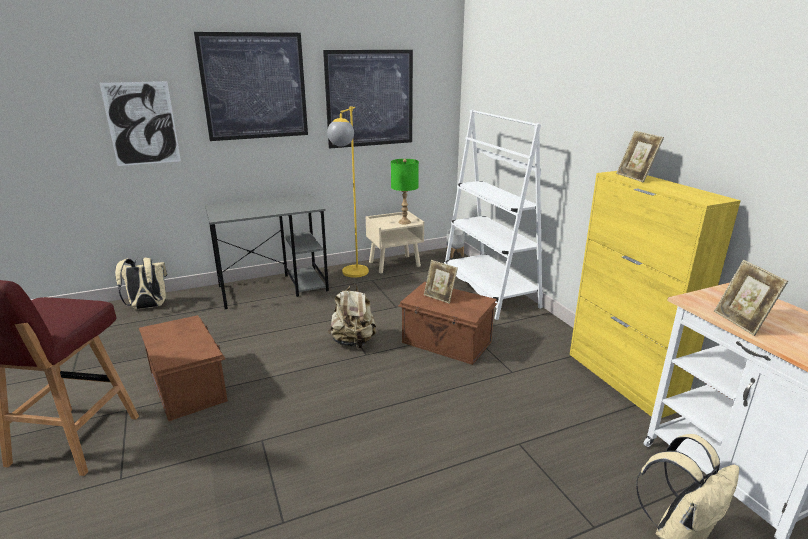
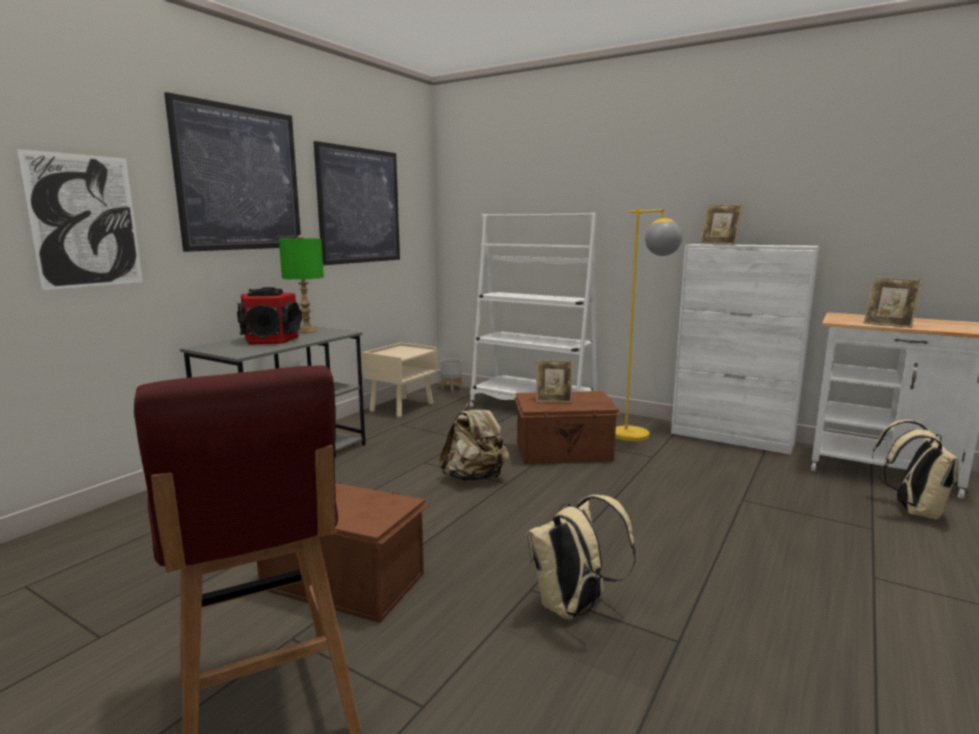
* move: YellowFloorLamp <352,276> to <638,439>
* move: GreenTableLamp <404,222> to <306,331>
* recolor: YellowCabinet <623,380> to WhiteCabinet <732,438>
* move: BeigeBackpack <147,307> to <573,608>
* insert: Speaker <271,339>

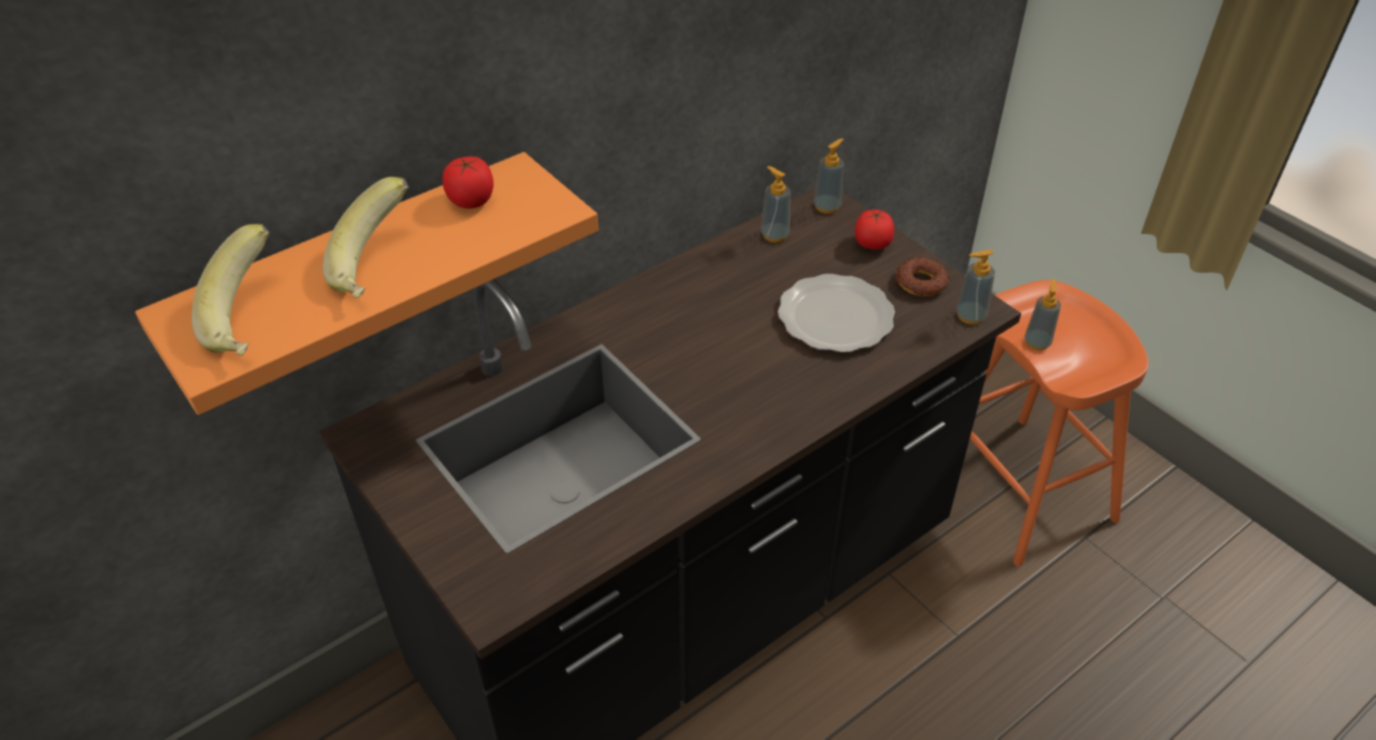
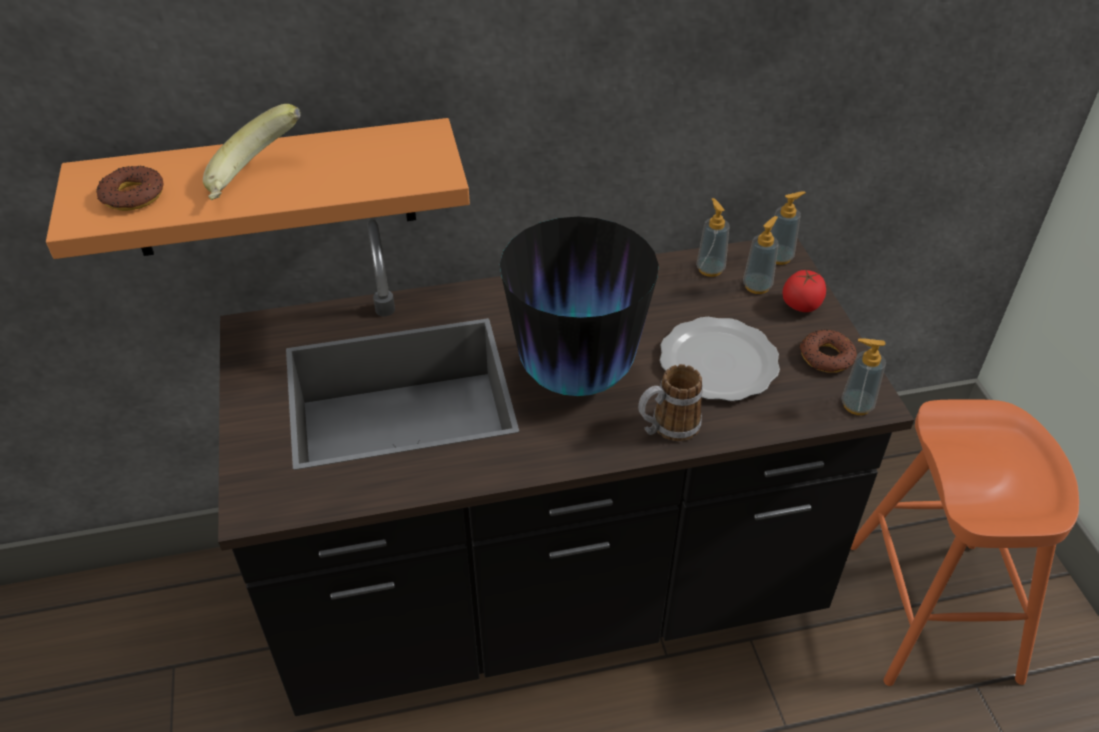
* delete: Tomato <471,200>
* replace: Banana <251,321> to Donut <133,196>
* move: SoapDispenser <1037,342> to <757,286>
* insert: Vase <575,375>
* insert: Mug <667,428>

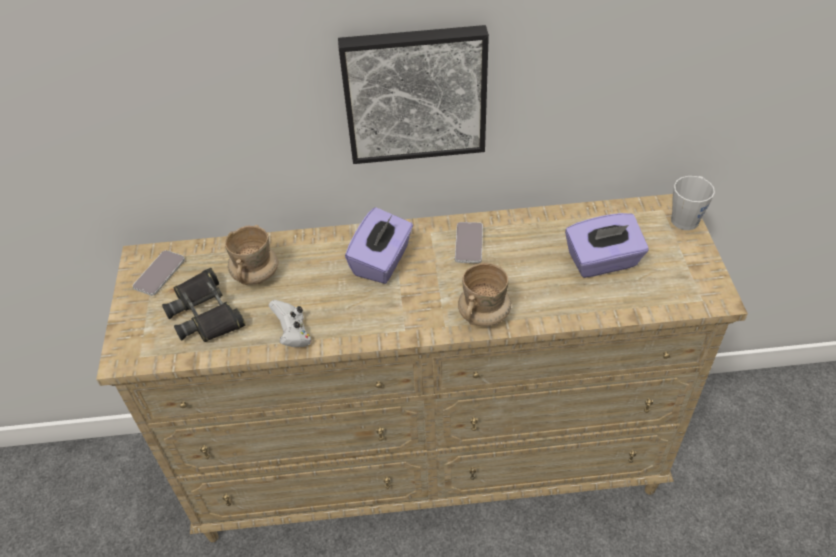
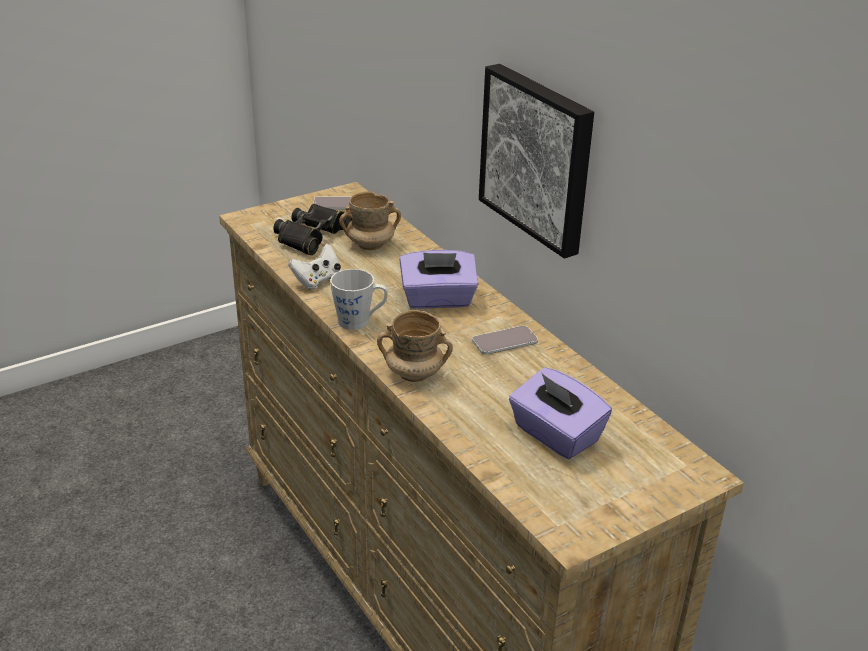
* move: GreyMug <686,217> to <360,321>

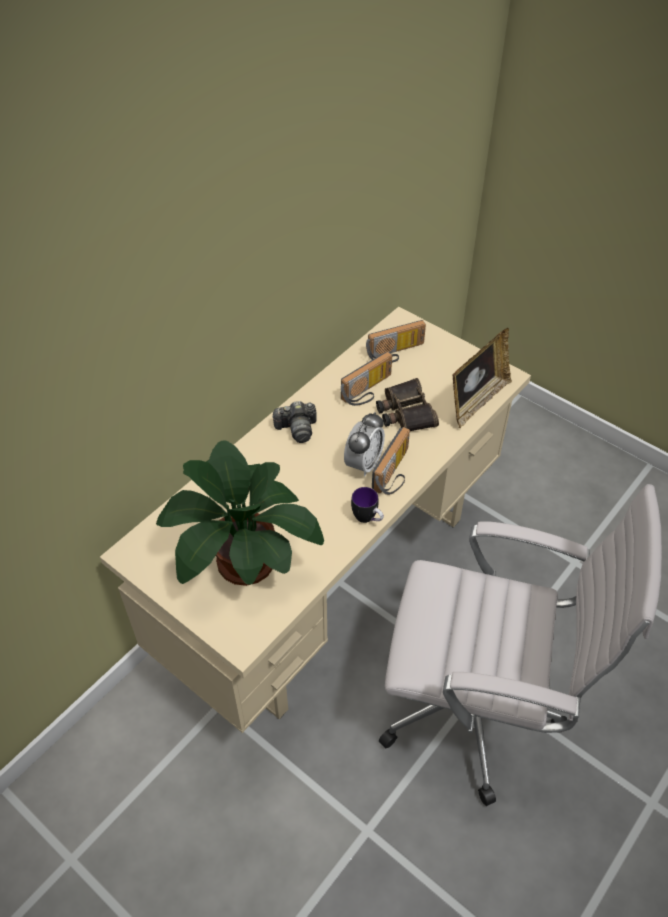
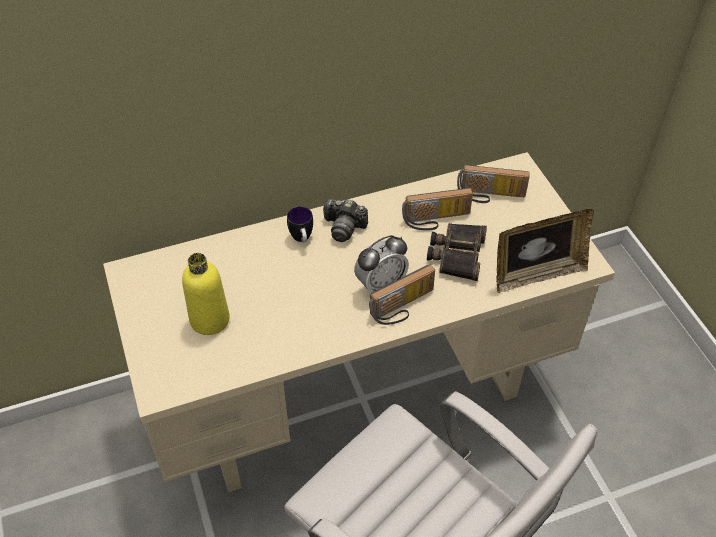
* replace: PottedPlant <240,559> to YellowBottle <209,319>
* move: Mug <368,519> to <302,239>

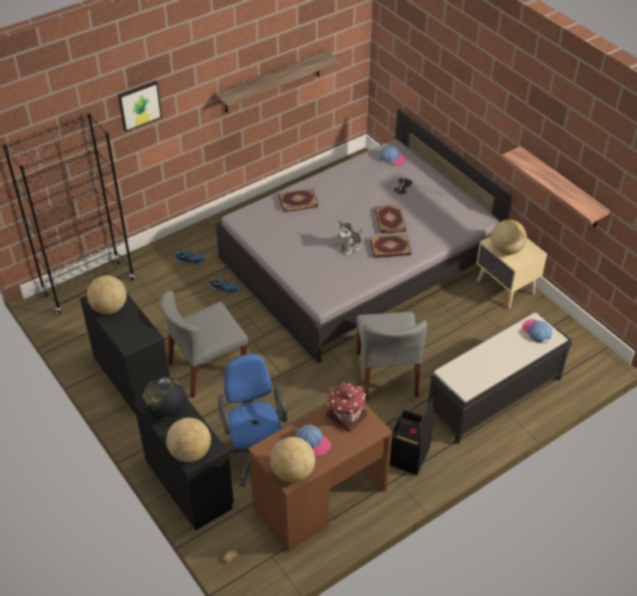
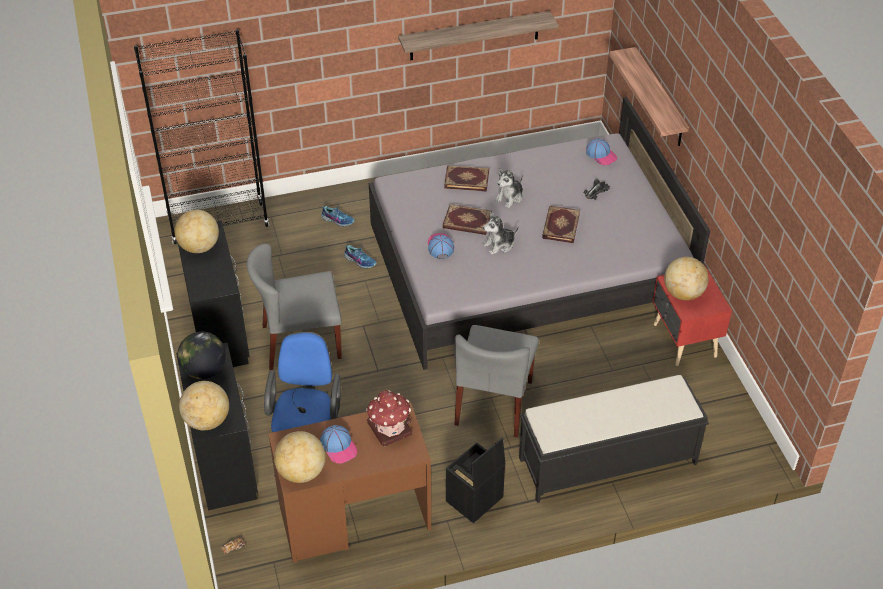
* delete: Picture <139,105>
* move: Shelf <561,188> to <659,98>
* move: Book <390,248> to <467,222>
* recolor: BeigeNightstand <505,289> to RedNightstand <683,341>
* move: Cap <536,331> to <440,246>
* insert: PlushToy <510,197>

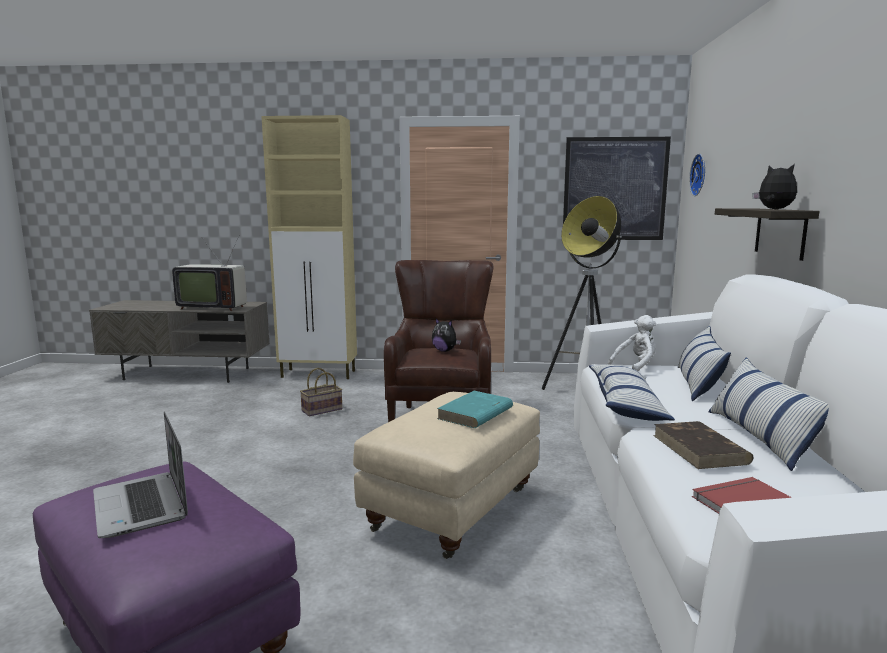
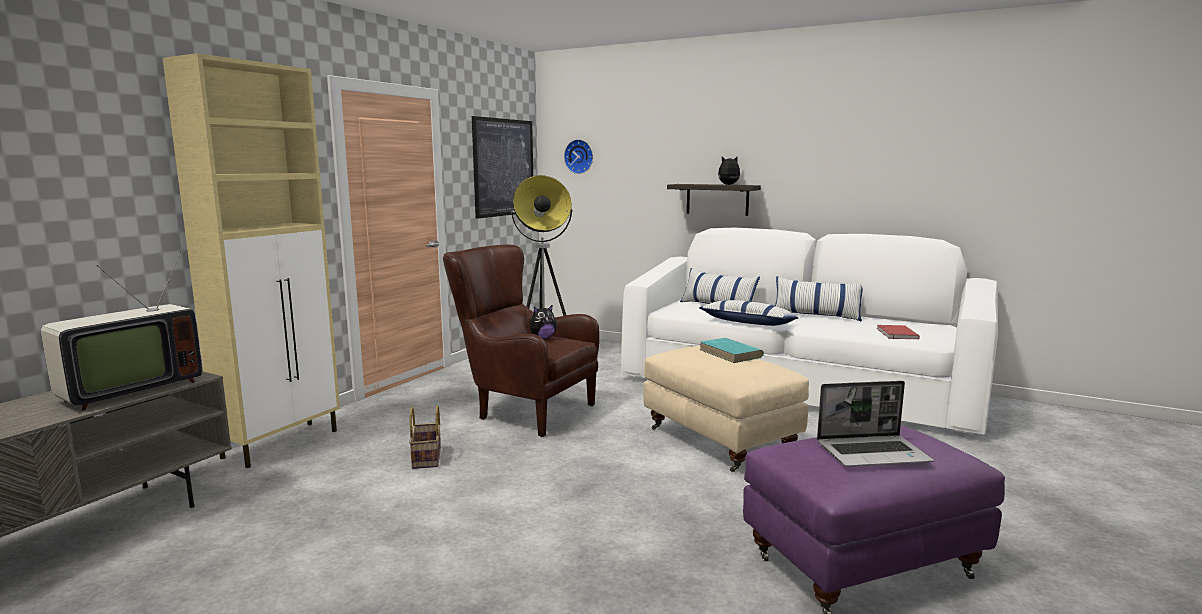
* delete: WhitePlushToy <635,366>
* delete: BrownBook <700,449>

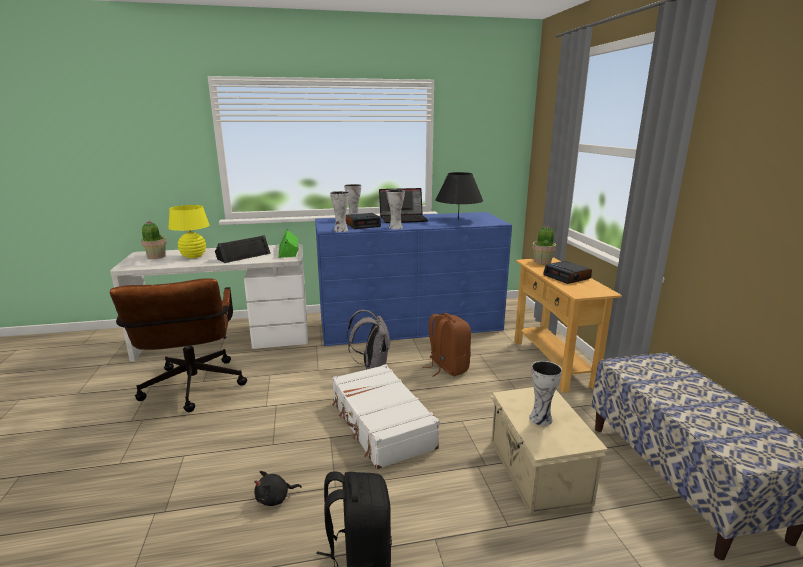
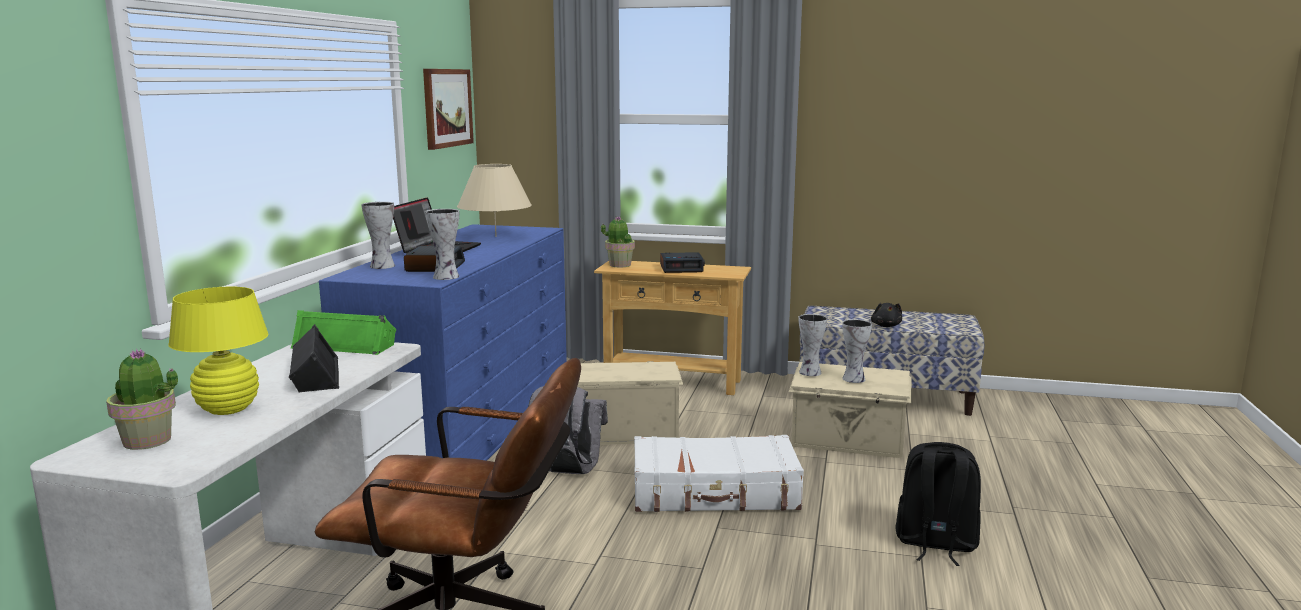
* recolor: BlackTableLamp <458,220> to BeigeTableLamp <496,236>
* move: Vase <395,227> to <809,372>
* replace: BrownBackpack <447,368> to BeigeStorageBox <623,431>
* move: BlackPlushToy <275,498> to <886,326>
* insert: Picture <447,108>

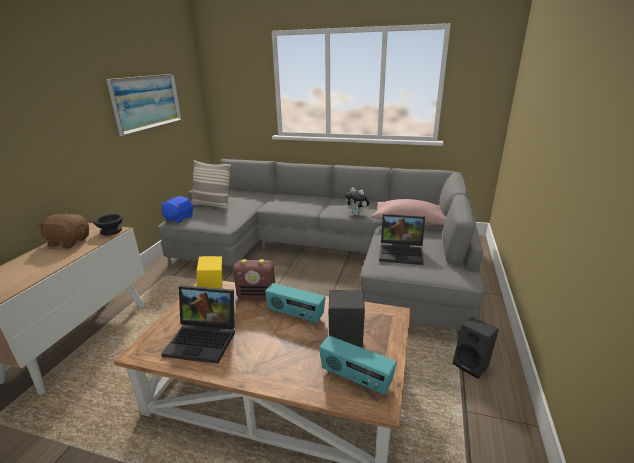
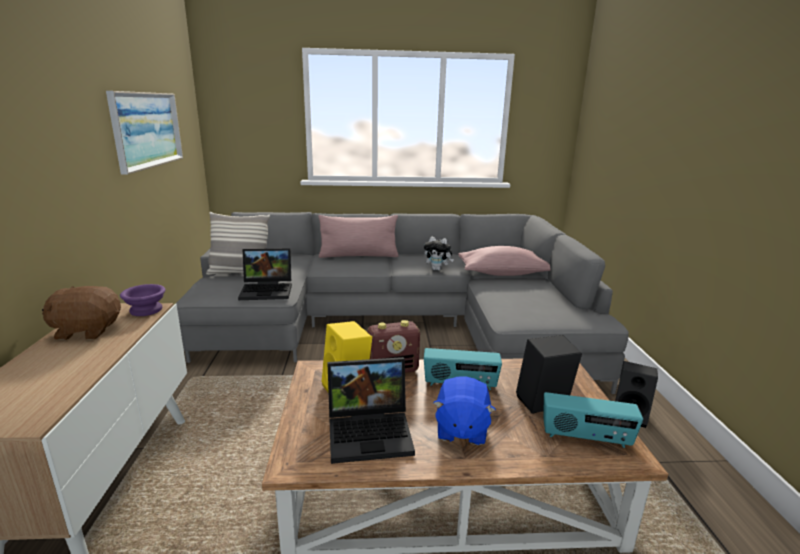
* move: BluePlushToy <178,218> to <461,429>
* recolor: BlackBowl <110,231> to PurpleBowl <144,310>
* move: Laptop <402,253> to <268,290>
* insert: PinkPillow <358,256>

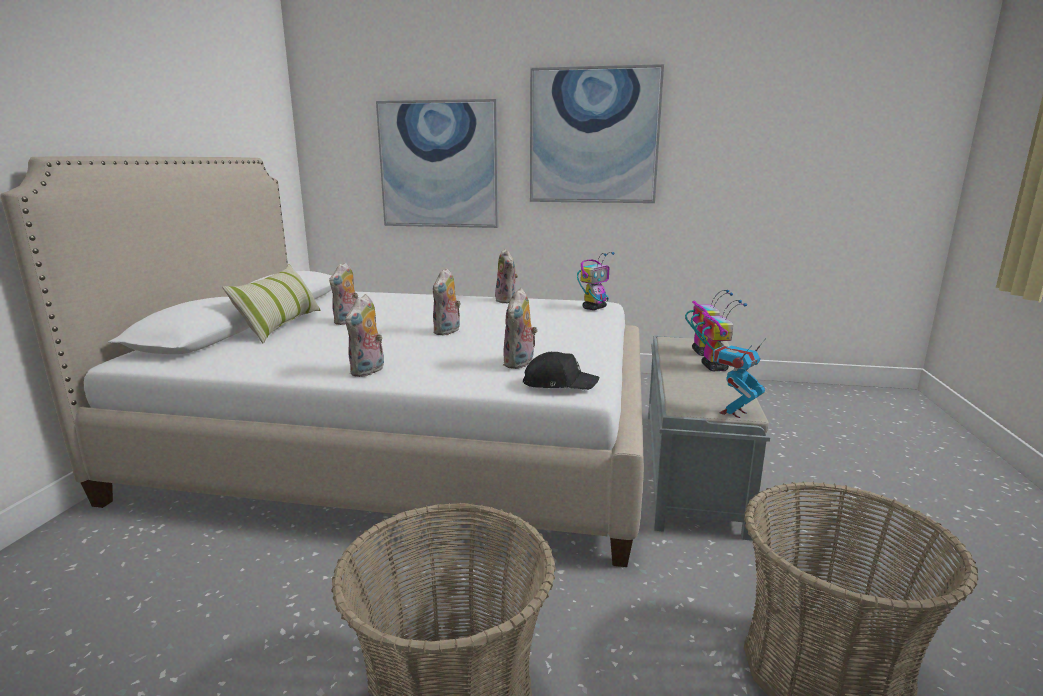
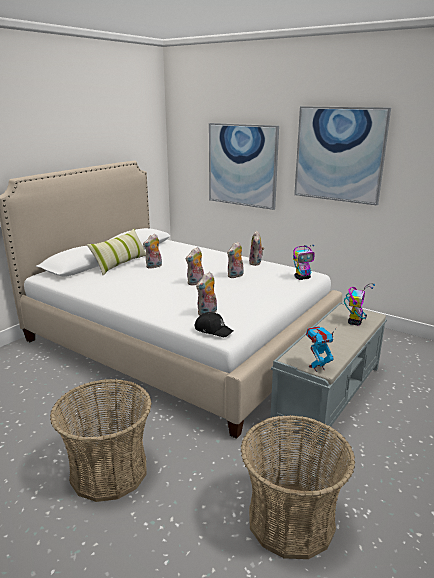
* move: PlushToy <368,371> to <235,276>
* delete: ToyRobot <713,367>

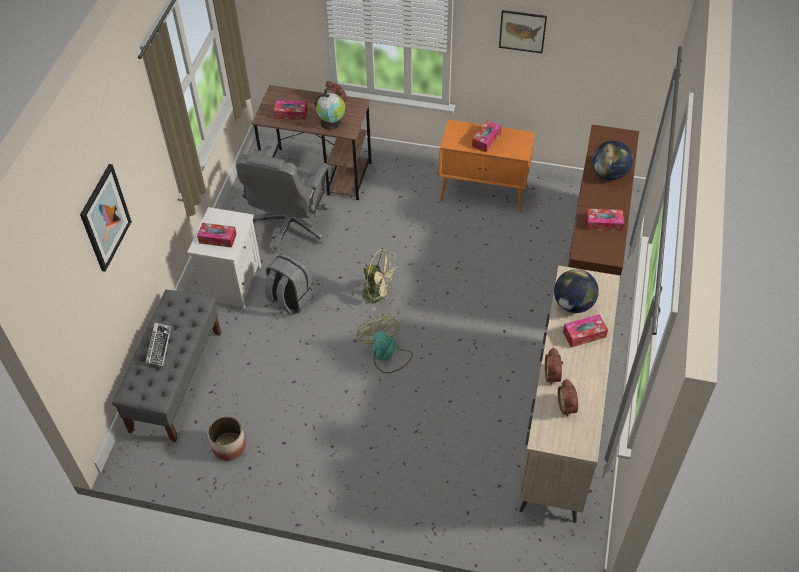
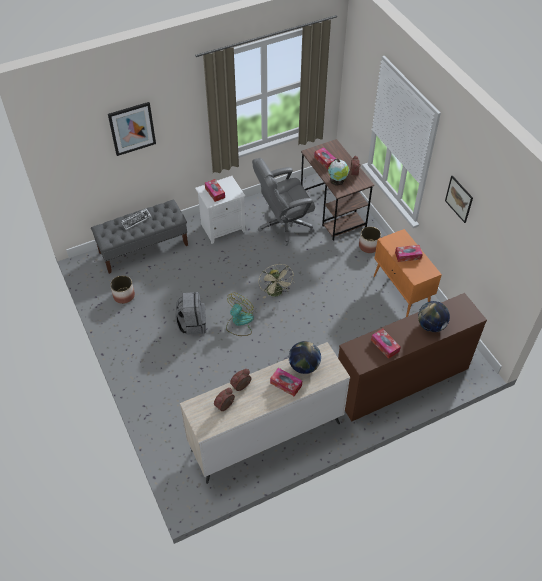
* move: GreyBackpack <290,300> to <192,323>
* insert: Planter <368,246>

